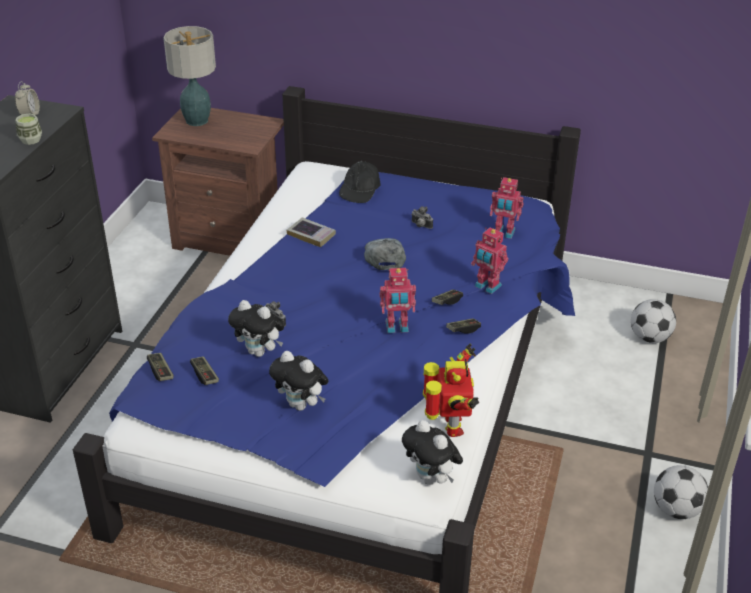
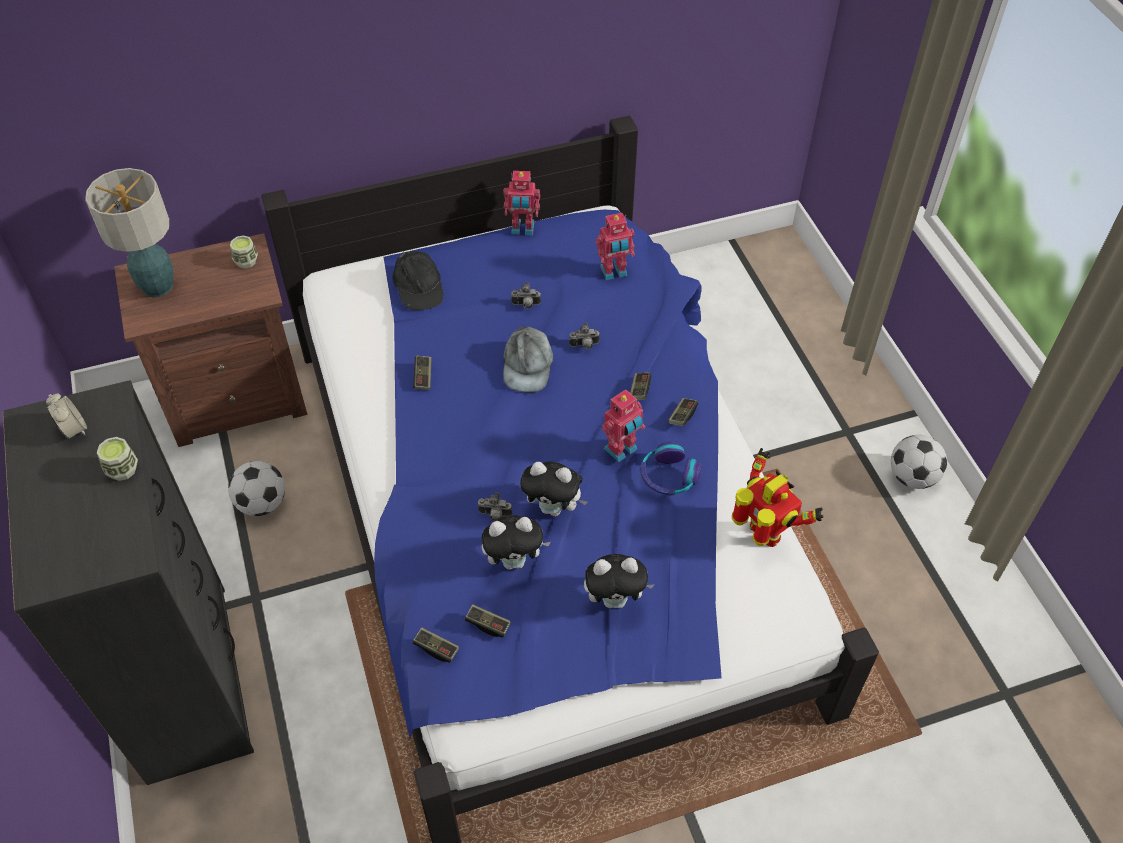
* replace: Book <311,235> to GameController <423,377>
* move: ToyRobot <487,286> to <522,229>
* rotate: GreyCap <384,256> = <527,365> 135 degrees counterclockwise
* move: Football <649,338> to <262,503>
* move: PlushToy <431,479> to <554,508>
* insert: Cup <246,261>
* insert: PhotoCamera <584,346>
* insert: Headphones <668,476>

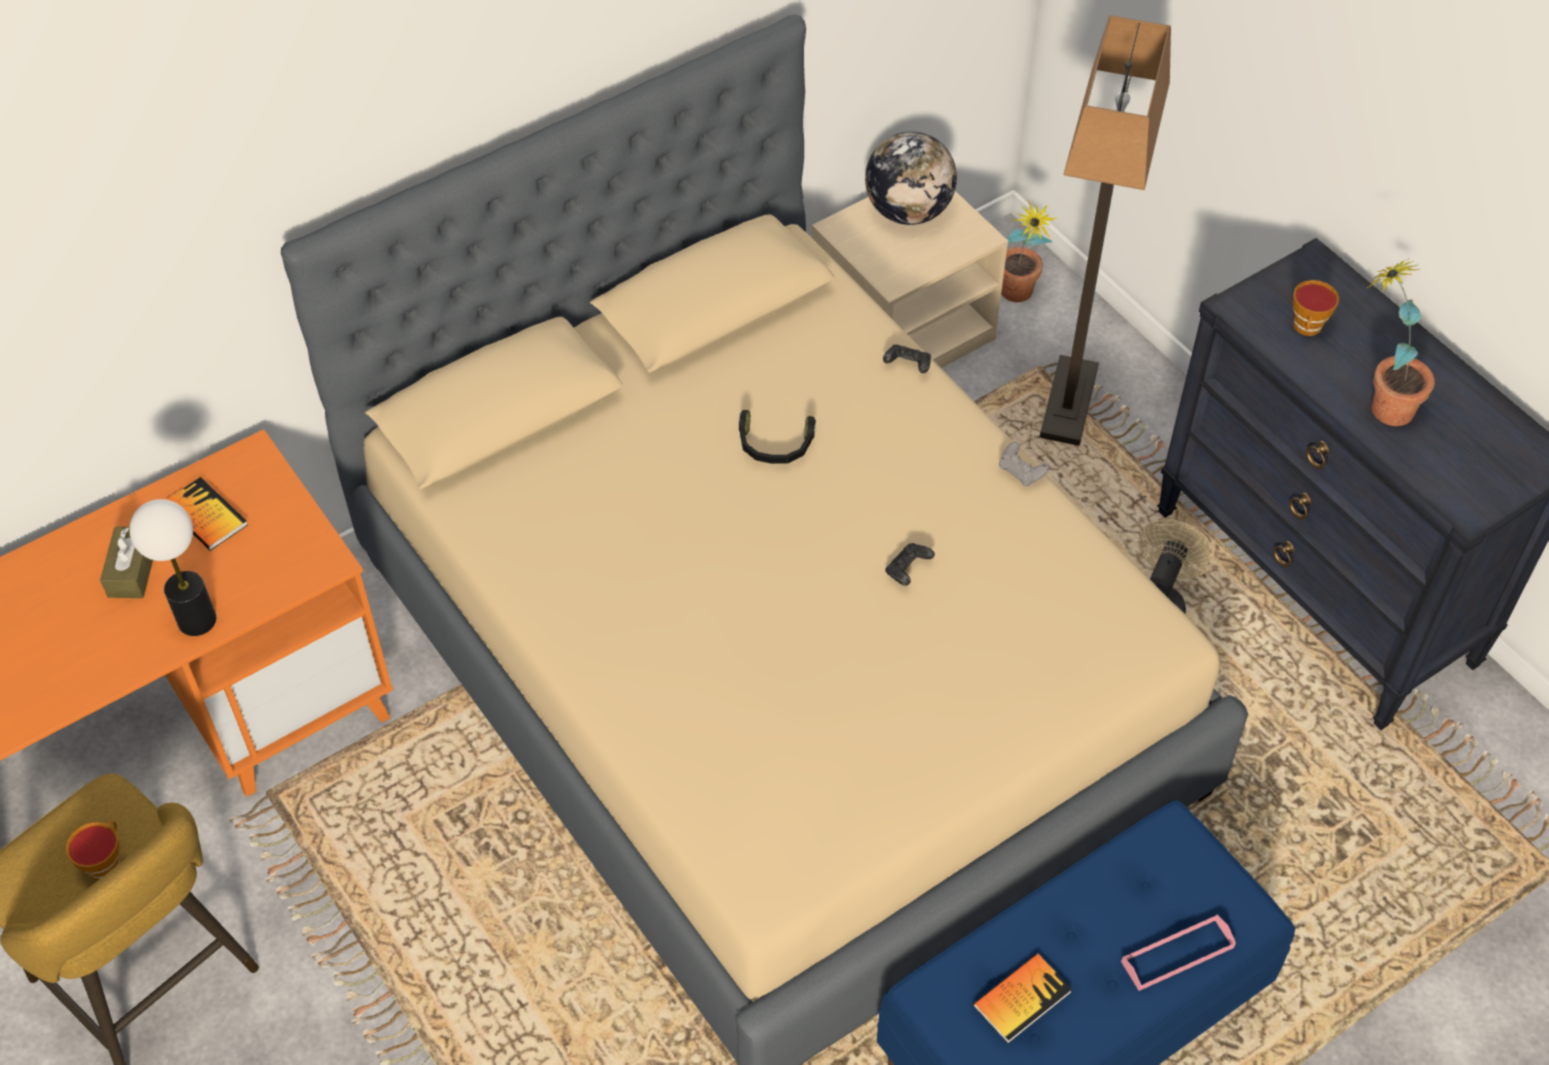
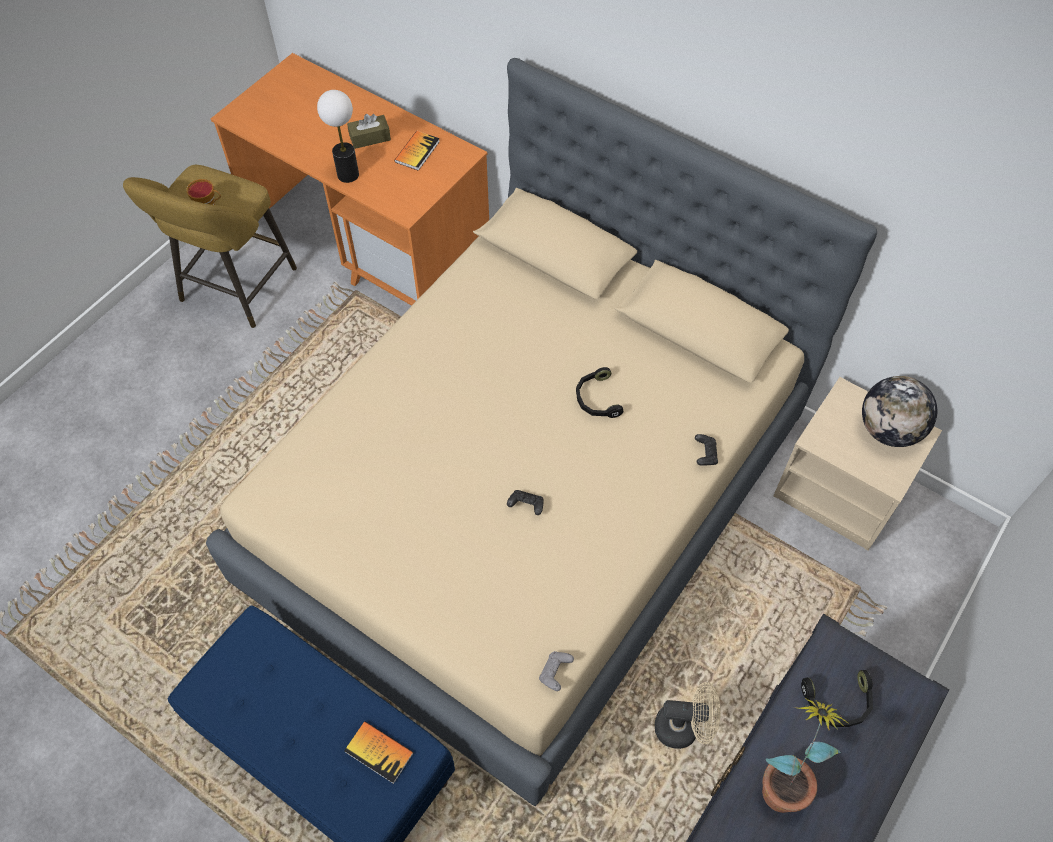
* delete: FloorLamp <1068,402>
* delete: PottedPlant <1017,298>
* replace: Cup <1307,328> to BlackHeadphones <838,703>
* move: GreyGameController <1021,472> to <555,673>
* delete: PinkTray <1177,954>
* move: Book <1022,999> to <379,752>

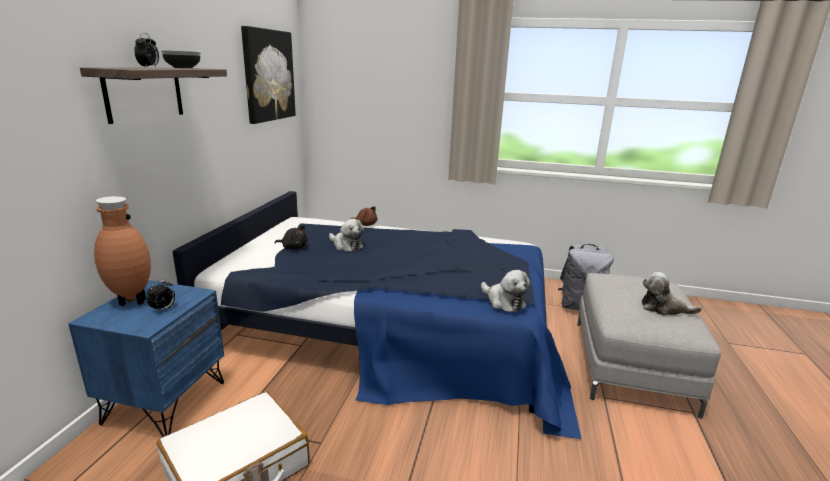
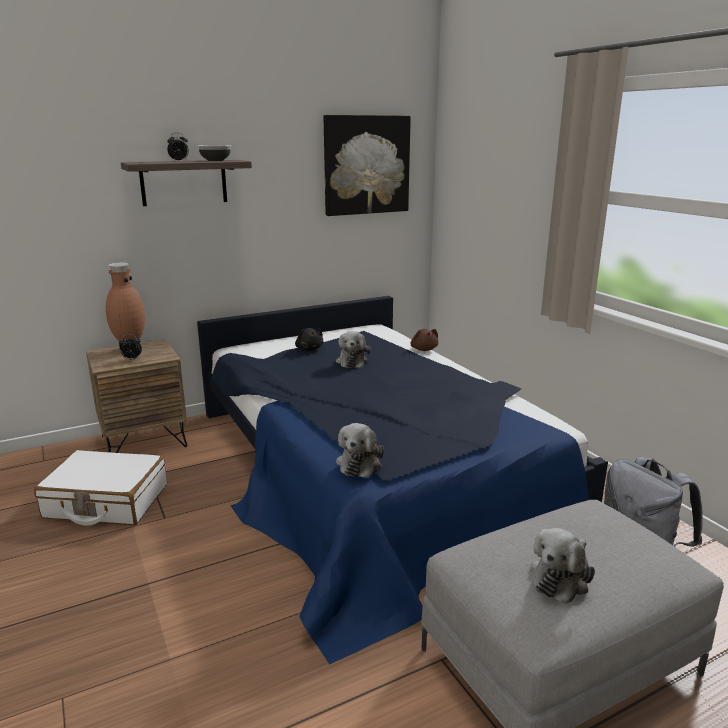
* rotate: PlushToy <664,308> = <561,577> 120 degrees counterclockwise
* recolor: BlueNightstand <165,402> to BrownNightstand <144,441>

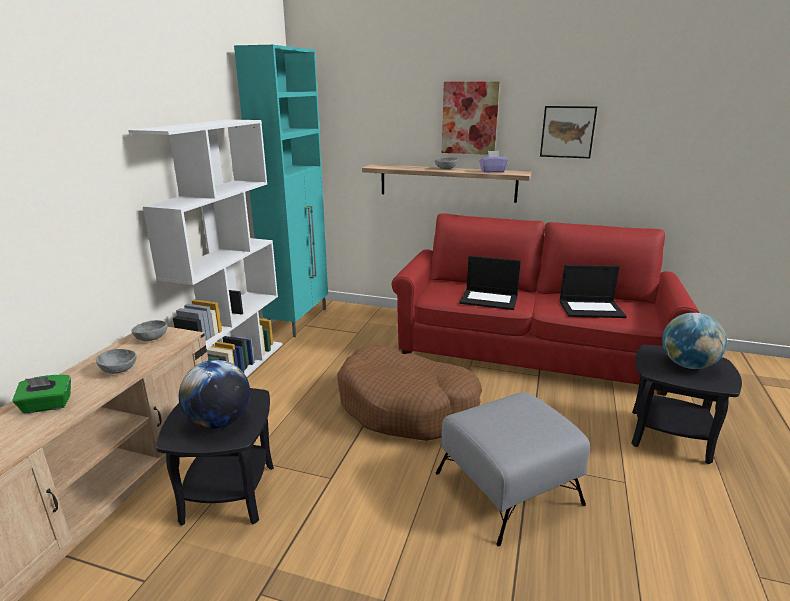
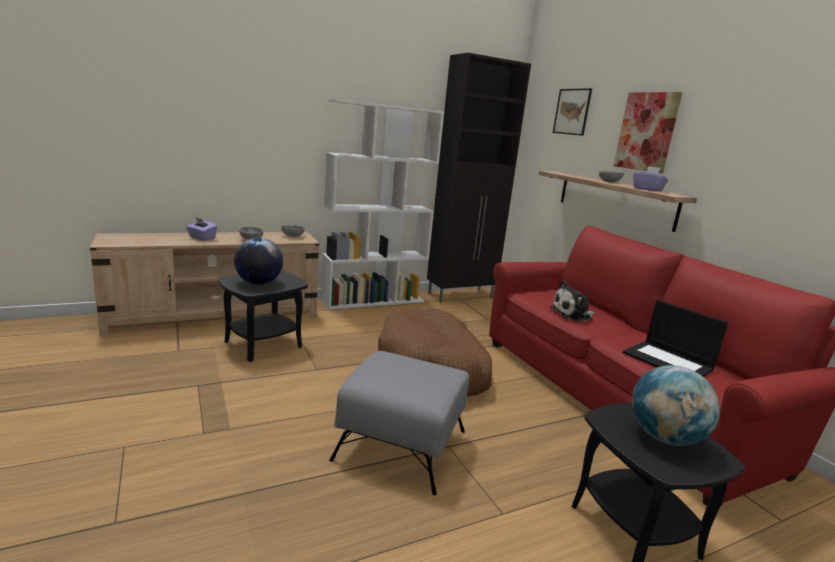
* recolor: TurquoiseCabinet <299,320> to BlackCabinet <461,296>
* move: Picture <567,132> to <572,111>
* replace: Laptop <489,299> to PlushToy <573,314>
* recolor: GreenTissueBox <47,405> to PurpleTissueBox <201,238>

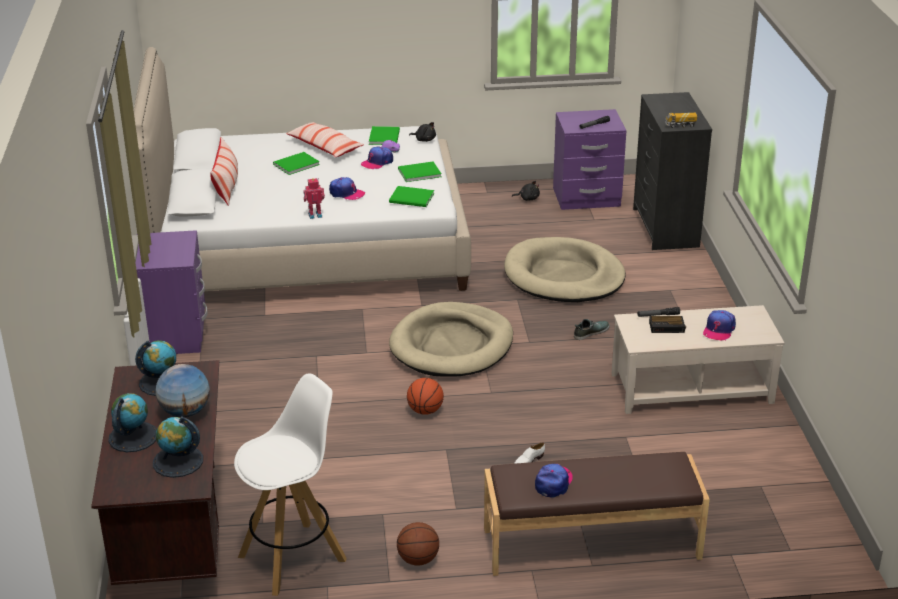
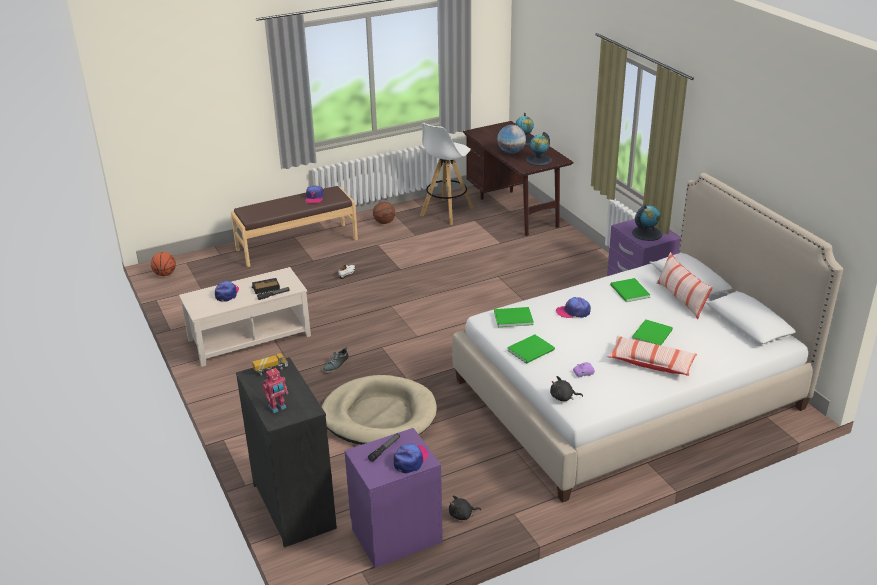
* move: GreenBook <385,136> to <629,292>
* move: Cap <377,162> to <411,460>
* move: ToyRobot <315,215> to <277,408>
* delete: BeigeDogBed <452,345>
* move: Basketball <425,411> to <165,274>
* move: Globe <178,461> to <647,233>

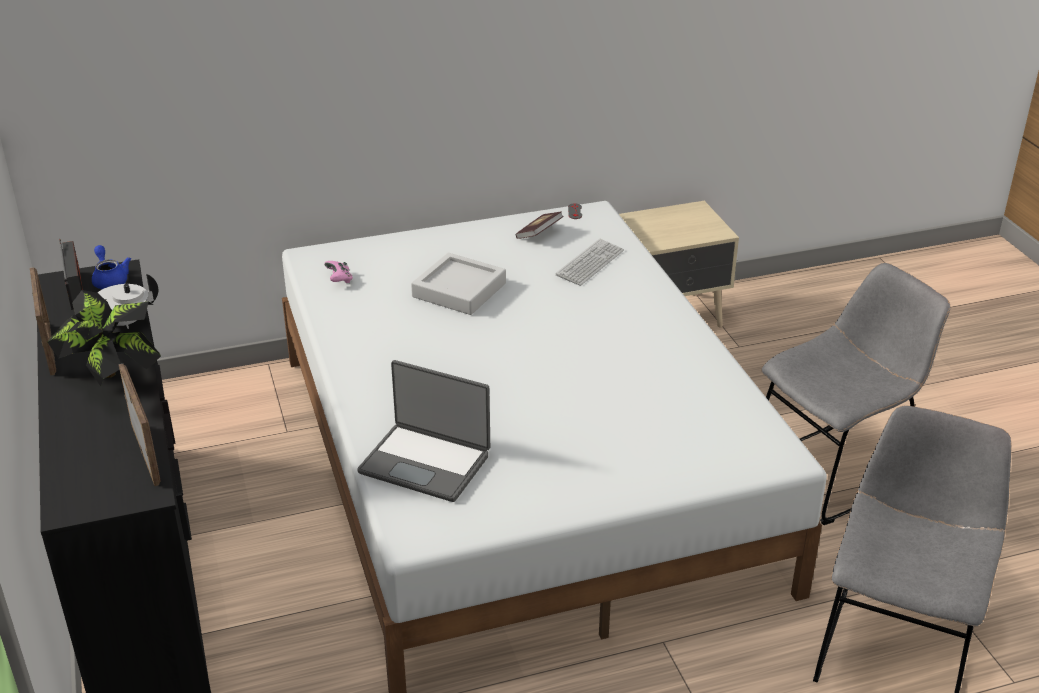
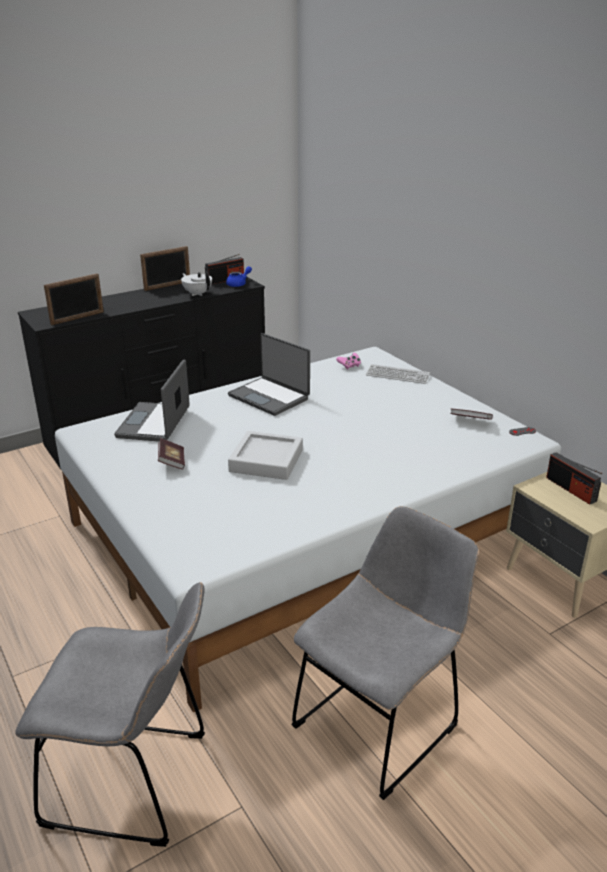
* move: Keyboard <590,263> to <397,375>
* move: GreyTray <459,290> to <266,460>
* rotate: GreyChair <834,471> = <380,721> 90 degrees counterclockwise
* delete: PottedPlant <115,381>
* insert: Laptop <270,397>
* insert: Book <172,462>
* insert: Radio <571,489>

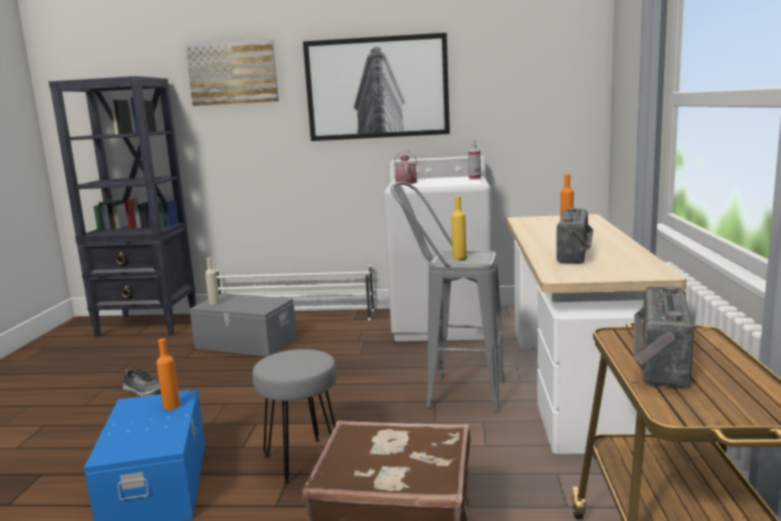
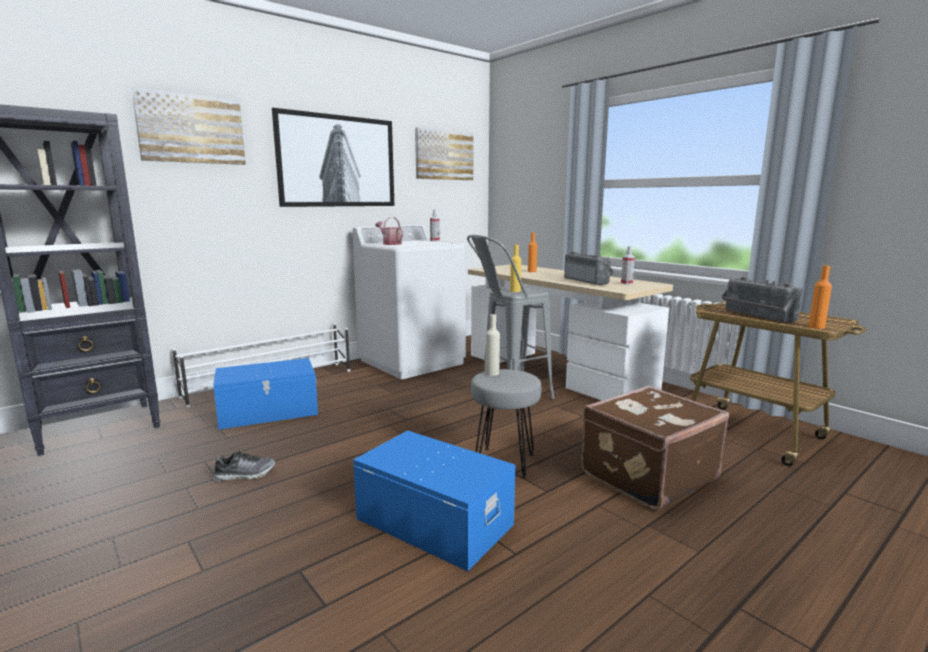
* move: BeigeBottle <214,303> to <492,373>
* recolor: GreyStorageBox <246,343> to BlueStorageBox <269,412>
* move: OrangeBottle <171,406> to <816,327>
* insert: Picture <444,155>
* insert: SprayBottle <626,283>

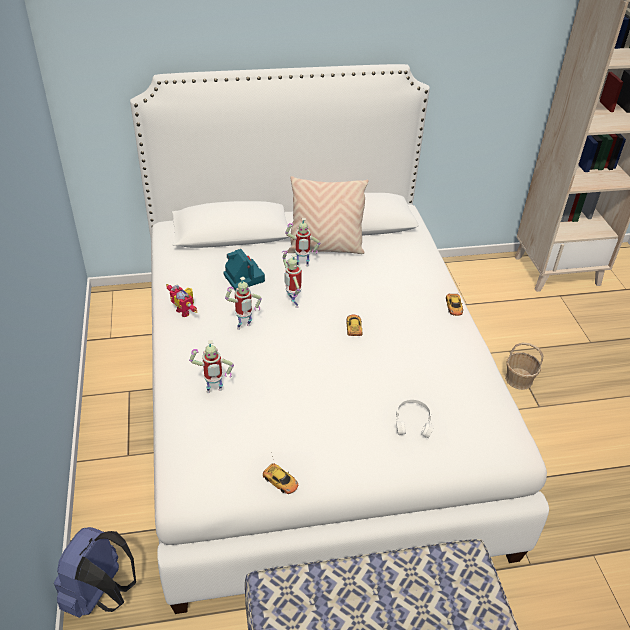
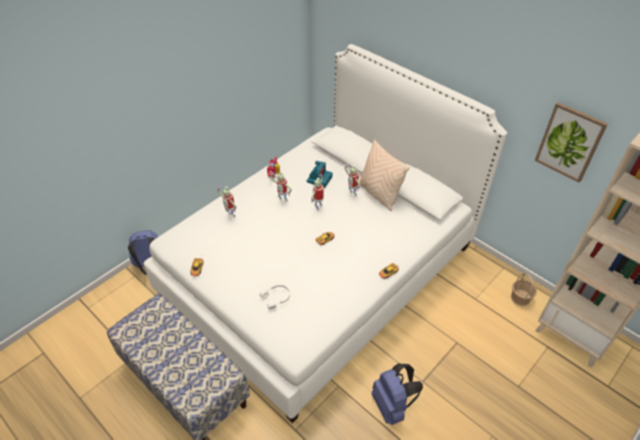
* move: Basket <518,379> to <520,297>
* insert: Picture <569,142>
* insert: BlueBackpack <392,405>

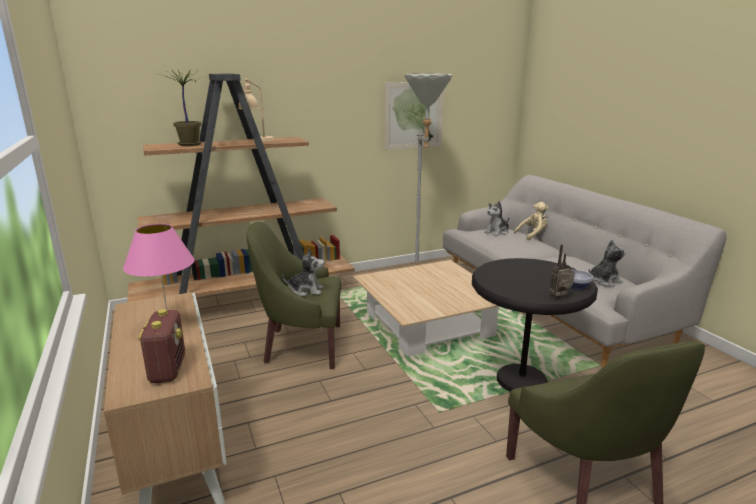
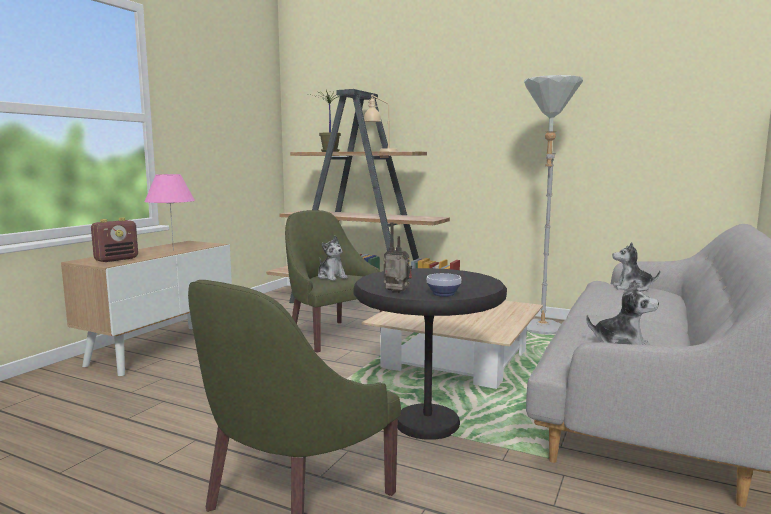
* delete: Picture <414,115>
* delete: BeigePlushToy <532,235>

